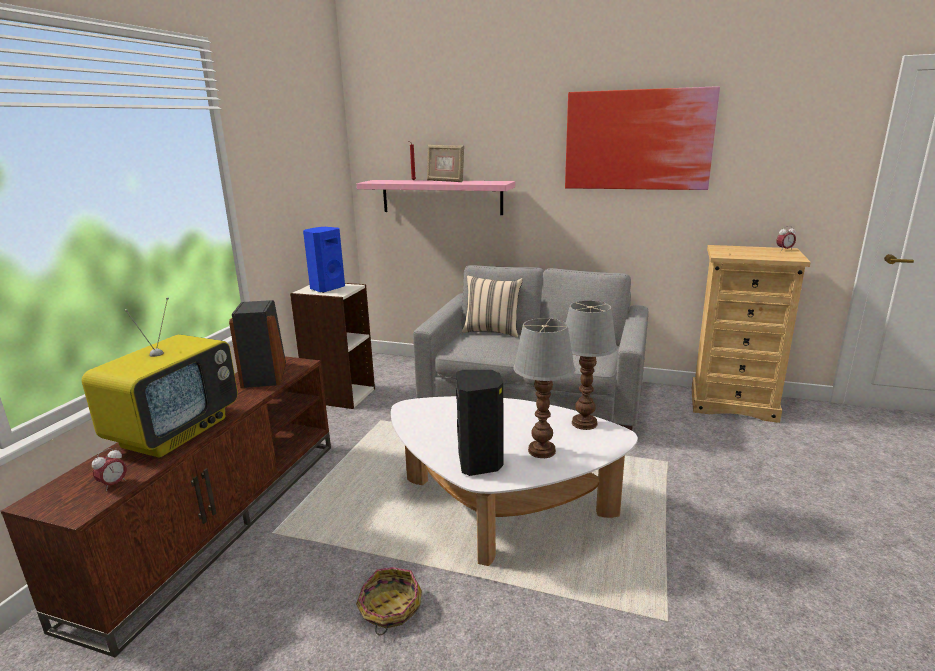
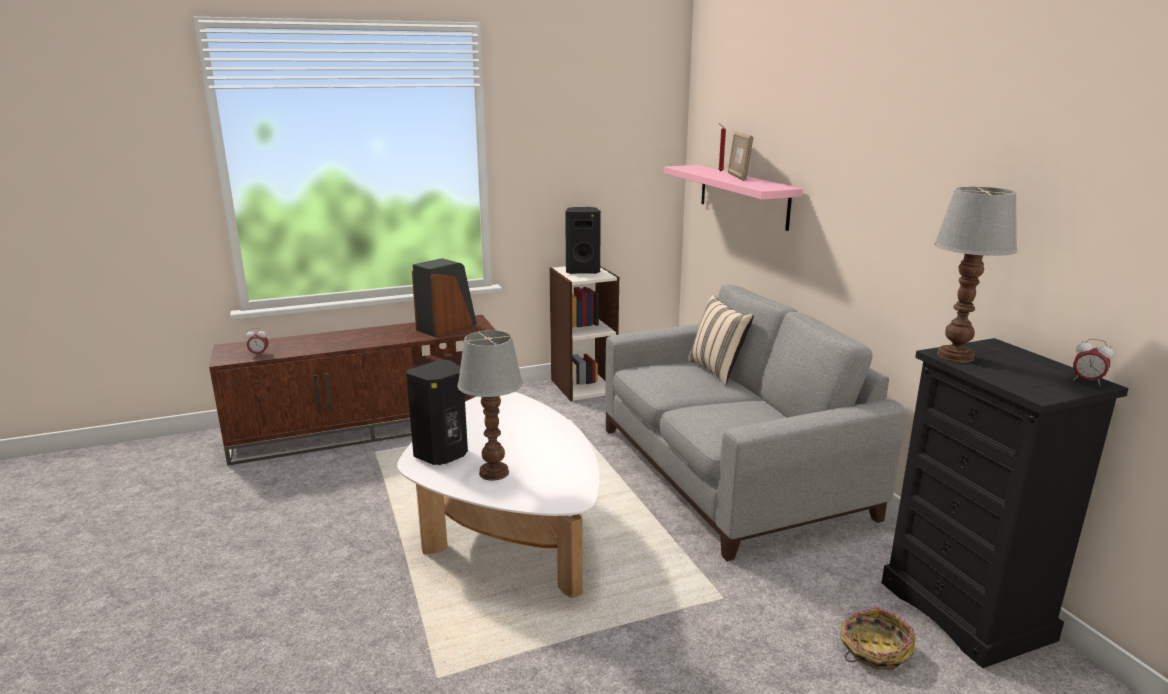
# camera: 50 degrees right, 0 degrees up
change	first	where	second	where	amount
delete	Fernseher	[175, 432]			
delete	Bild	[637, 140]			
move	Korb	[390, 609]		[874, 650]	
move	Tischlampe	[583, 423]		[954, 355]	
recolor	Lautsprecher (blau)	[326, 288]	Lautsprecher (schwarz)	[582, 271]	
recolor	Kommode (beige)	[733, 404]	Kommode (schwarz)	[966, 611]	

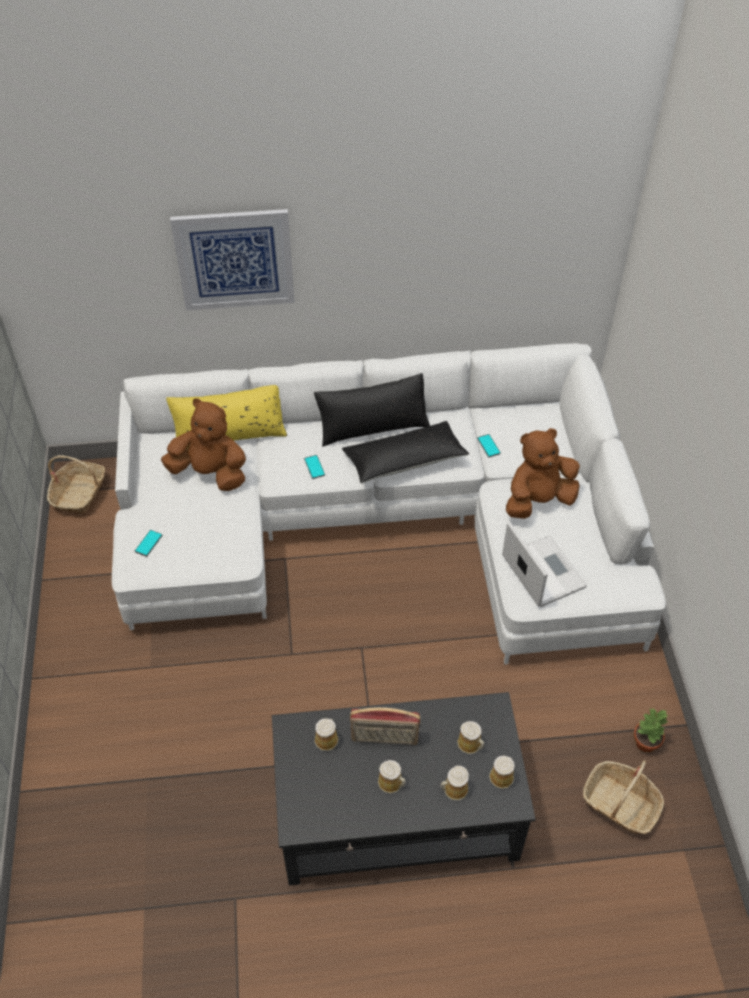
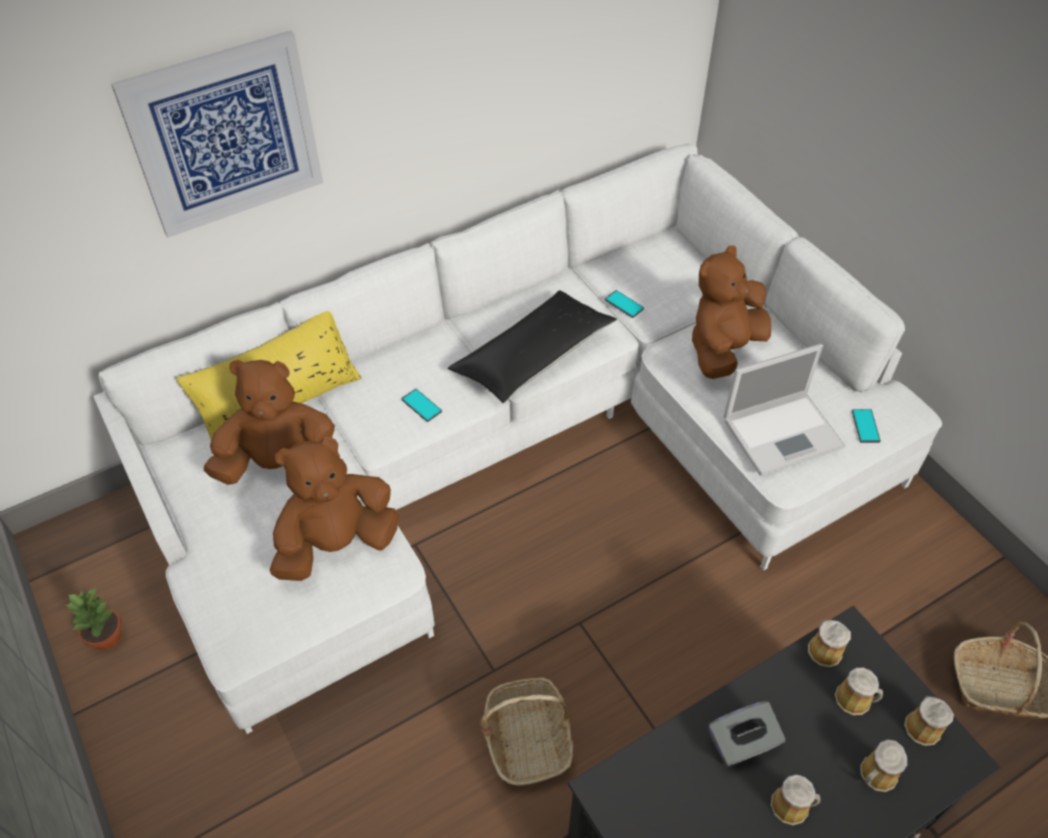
# camera: 25 degrees left, 0 degrees up
change	first	where	second	where	amount
delete	Kissen (schwarz)	[373, 426]			
insert			Plüschtier (braun)	[337, 543]	
move	Korb	[79, 493]		[527, 738]	
move	Handy	[148, 543]		[865, 426]	
move	Henkelbecher	[327, 738]		[823, 649]	
move	Topfpflanze	[646, 743]		[107, 638]	
replace	Radio	[384, 738]	Taschentuchbox (grau)	[742, 744]	
rotate	Laptop	[542, 570]		[784, 432]	120 degrees clockwise

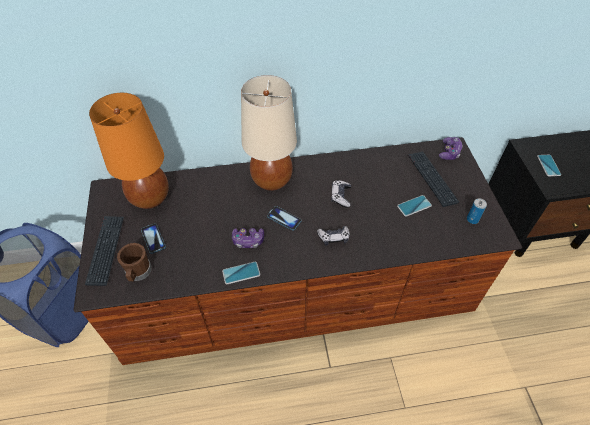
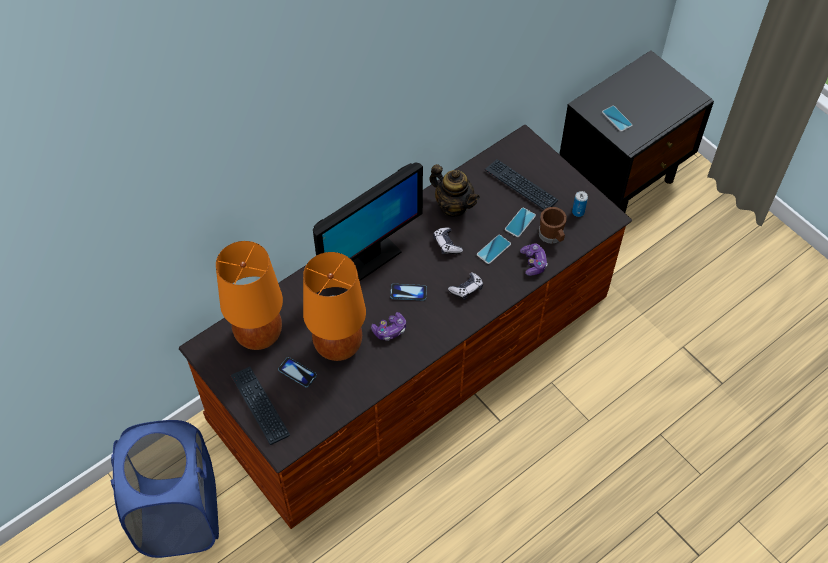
# camera: 30 degrees left, 5 degrees up
change	first	where	second	where	amount
insert			Tischlampe (orange)	[337, 345]	
insert			Teekanne	[453, 206]	
move	Henkelbecher (braun)	[138, 273]		[552, 236]	
move	Handy	[241, 273]		[493, 249]	
move	Gamepad	[449, 152]		[533, 263]	
replace	Tischlampe (beige)	[272, 180]	Monitor	[368, 258]	

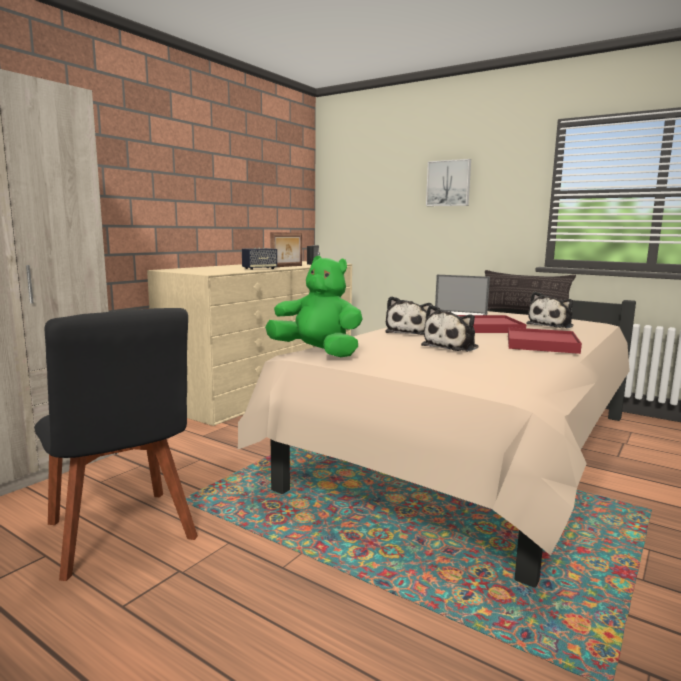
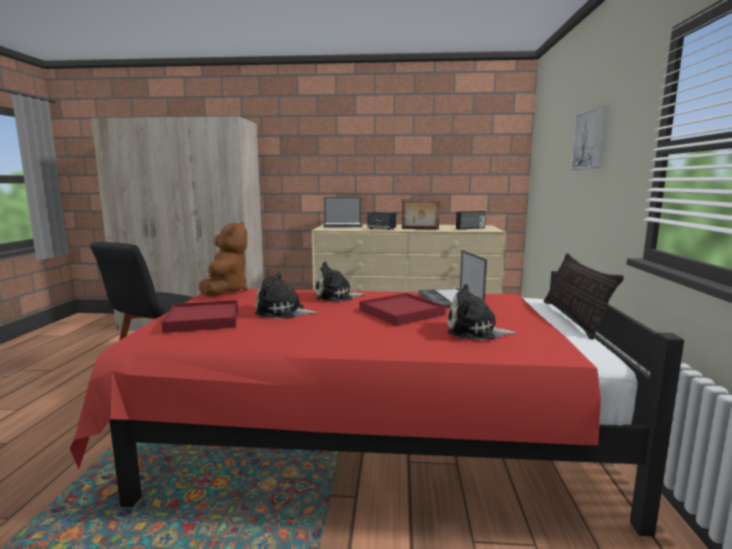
# camera: 60 degrees right, 0 degrees up
change	first	where	second	where	amount
insert			Laptop	[343, 225]	
move	Tablett (rot)	[541, 344]		[203, 320]	
recolor	Bett (beige)	[470, 454]	Bett (rot)	[364, 436]	
recolor	Plüschtier (grün)	[317, 353]	Plüschtier (braun)	[225, 291]	

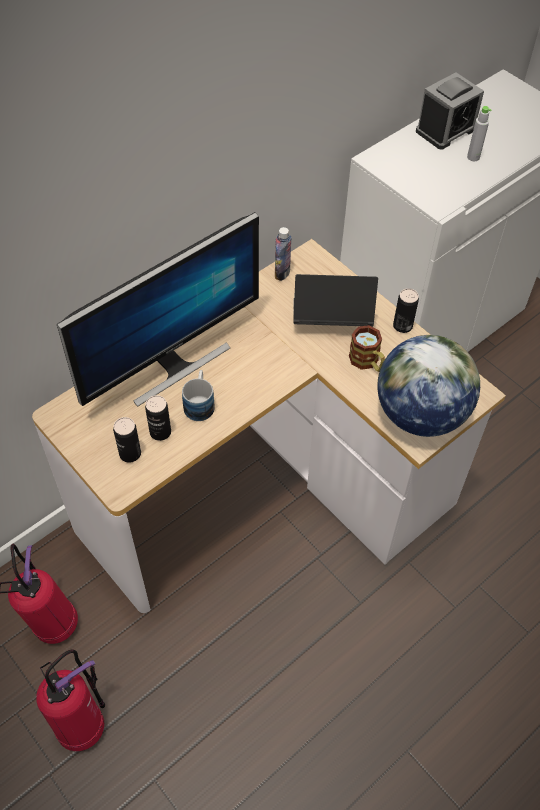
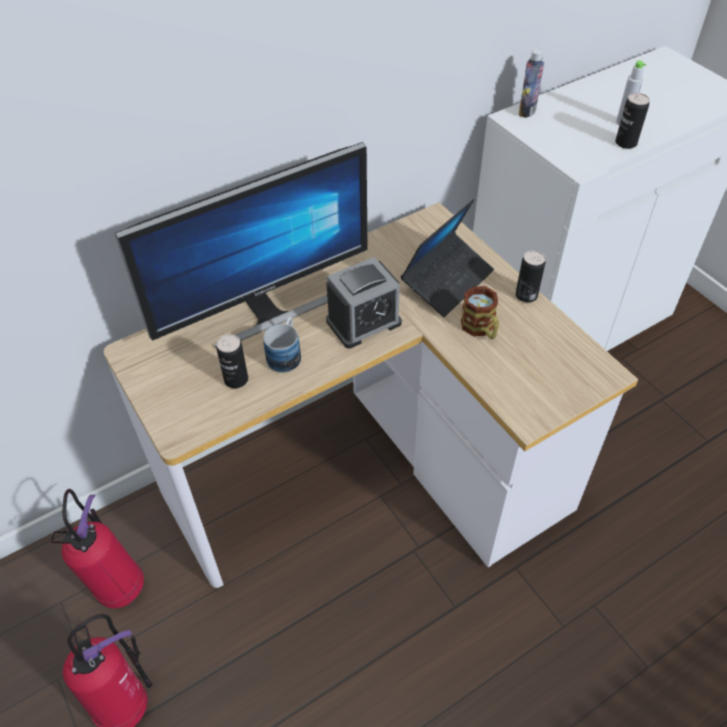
# camera: 10 degrees right, 5 degrees down
change	first	where	second	where	amount
delete	Globus	[420, 414]			
move	Dose	[130, 453]		[626, 143]	
move	Flasche	[282, 273]		[527, 111]	
move	Wecker	[445, 130]		[363, 322]	
rotate	Laptop	[331, 318]		[447, 281]	120 degrees clockwise

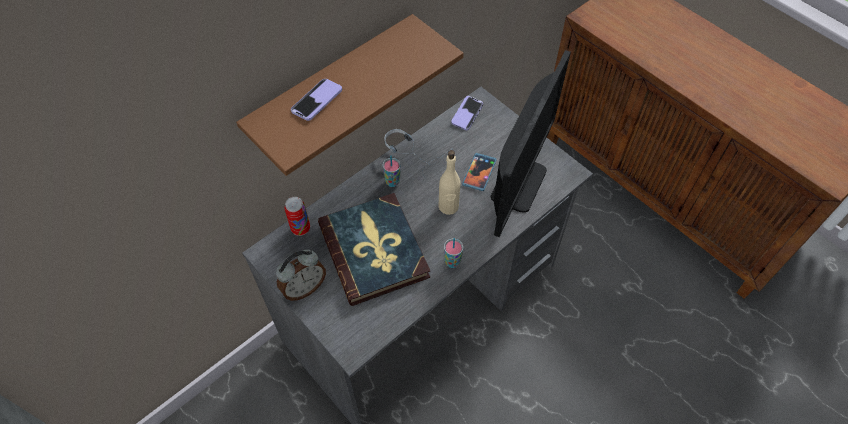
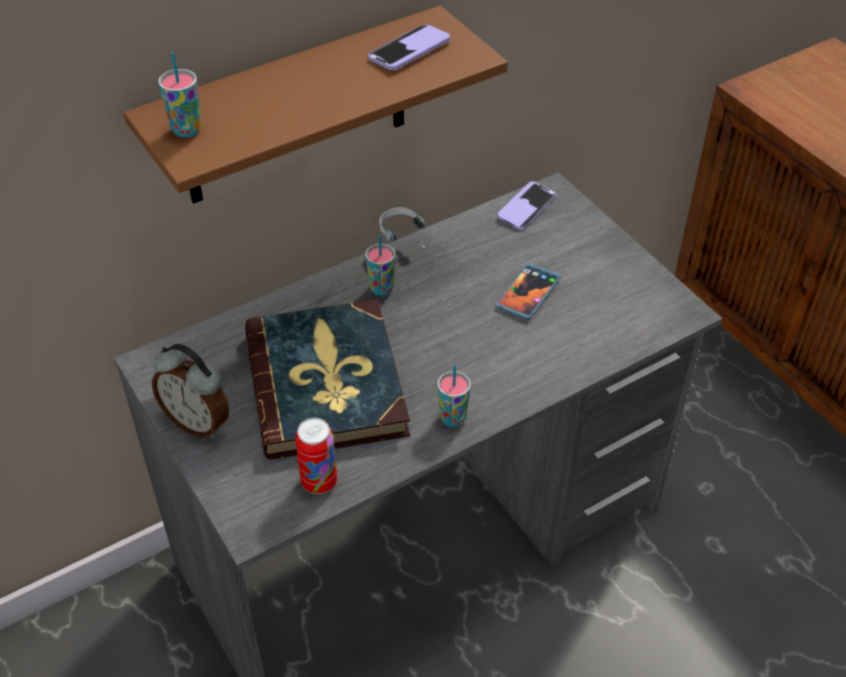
# camera: 10 degrees right, 10 degrees down
change	first	where	second	where	amount
delete	Flasche (beige)	[448, 206]			
delete	Monitor	[518, 183]			
insert			Tasse	[186, 130]	
move	Dose	[300, 228]		[319, 482]	
move	Handy	[317, 101]		[409, 50]	
rotate	Wecker	[304, 288]		[198, 422]	60 degrees clockwise

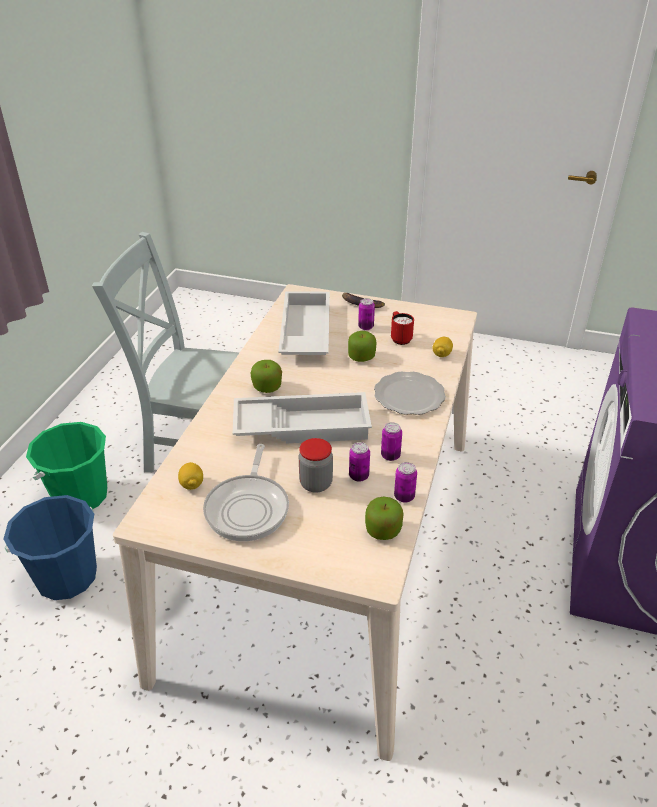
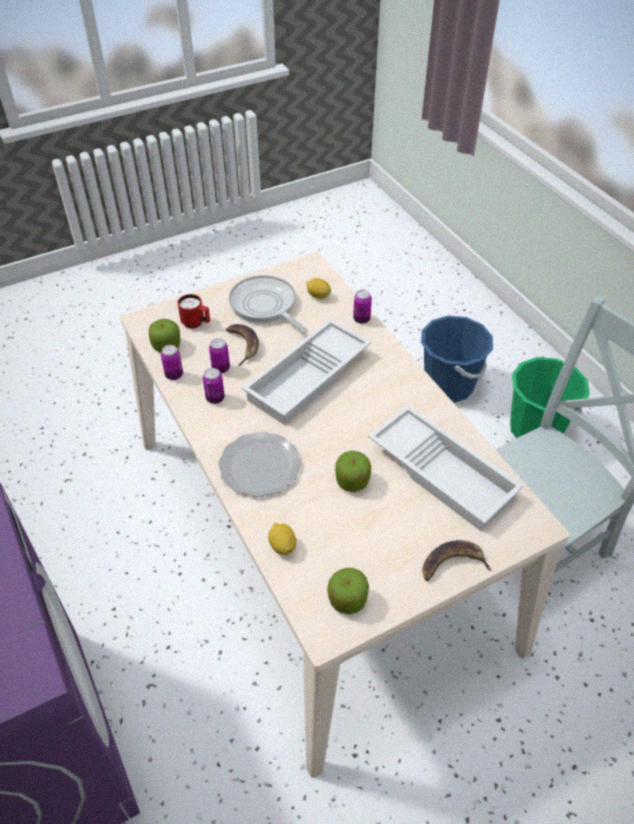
# camera: 135 degrees right, 10 degrees up
change	first	where	second	where	amount
move	Apfel	[267, 387]		[347, 600]	
move	Dose	[366, 327]		[361, 319]	
move	Henkelbecher (rot)	[399, 338]		[196, 323]	
replace	Vorratsglas	[316, 483]	Banane	[243, 345]	

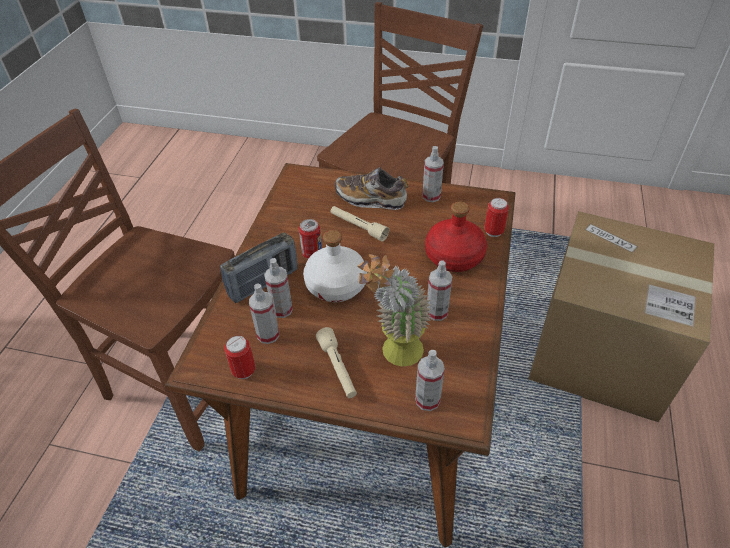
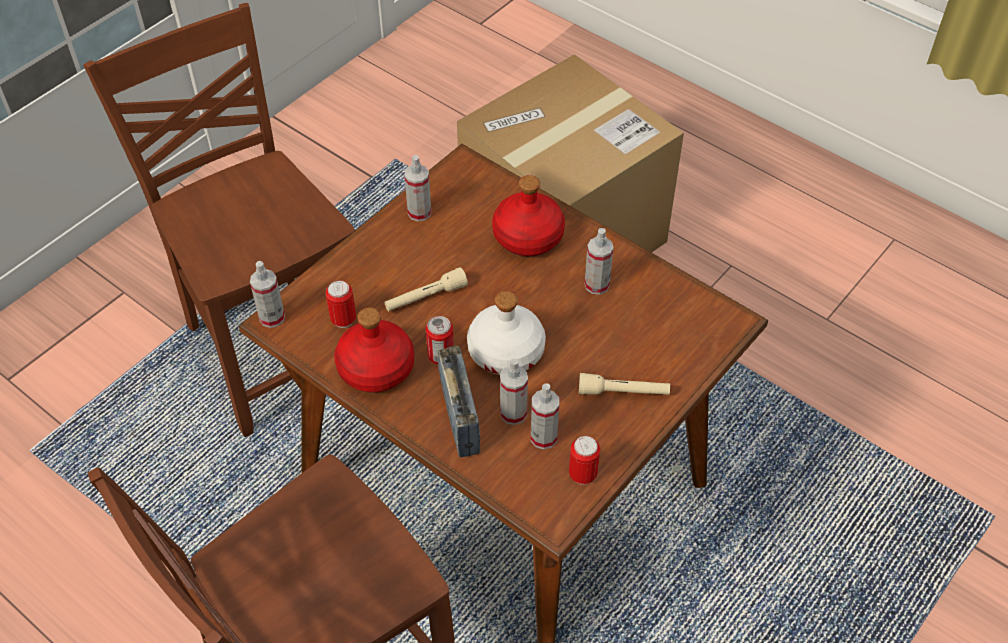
# camera: 65 degrees left, 5 degrees up
change	first	where	second	where	amount
delete	Schuh	[371, 199]			
delete	Topfpflanze	[394, 356]			
insert			Flasche (rot)	[376, 369]	
move	Sprühflasche	[427, 400]		[272, 317]	
move	Dose	[493, 232]		[343, 320]	

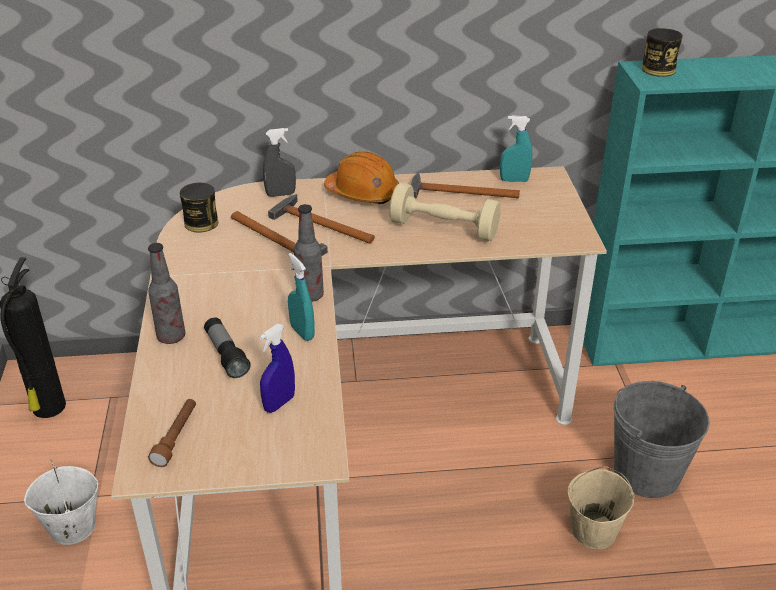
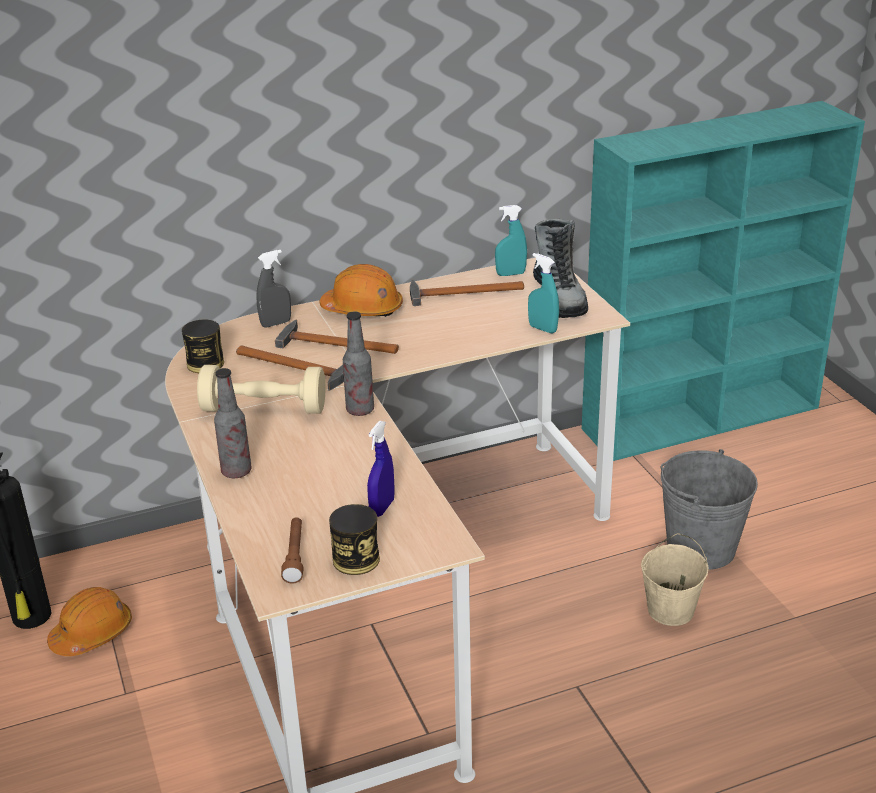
# camera: 15 degrees left, 5 degrees down
change	first	where	second	where	amount
delete	Eimer (weiß)	[72, 527]			
delete	Taschenlampe	[226, 355]			
insert			Schutzhelm (orange)	[92, 634]	
insert			Stiefel	[559, 298]	
move	Sprühflasche (türkis)	[302, 332]		[542, 329]	
move	Hantel (beige)	[444, 228]		[264, 409]	
move	Dose	[658, 69]		[356, 559]	

